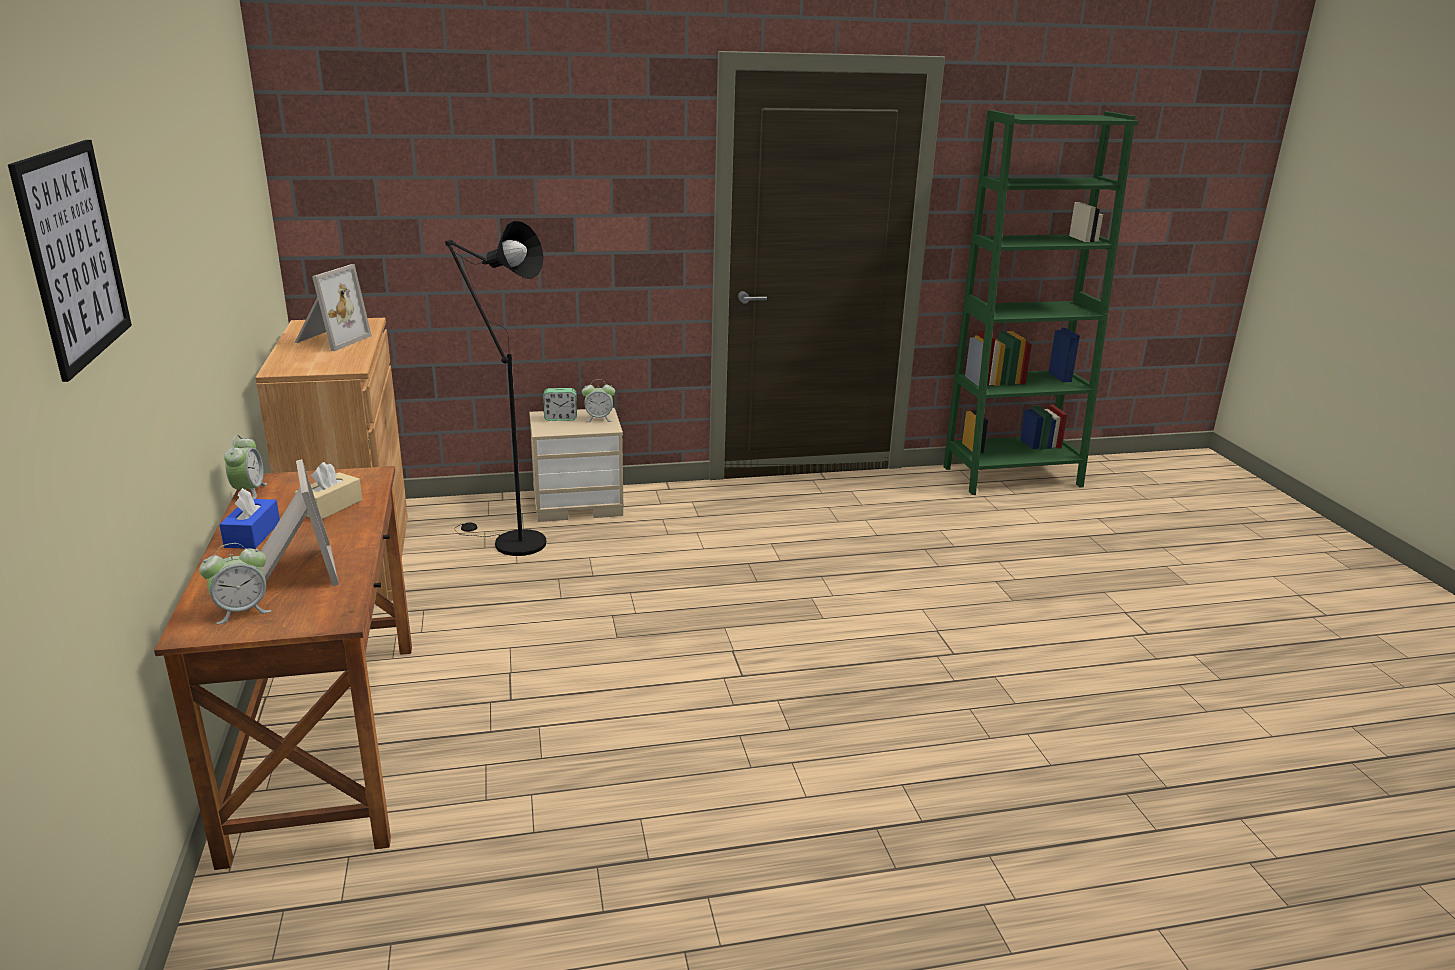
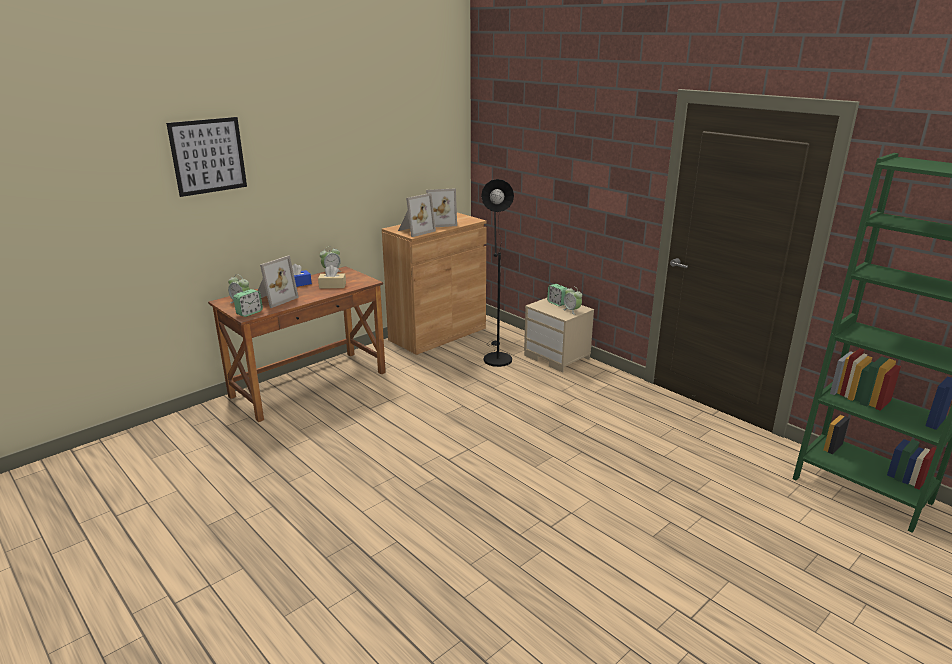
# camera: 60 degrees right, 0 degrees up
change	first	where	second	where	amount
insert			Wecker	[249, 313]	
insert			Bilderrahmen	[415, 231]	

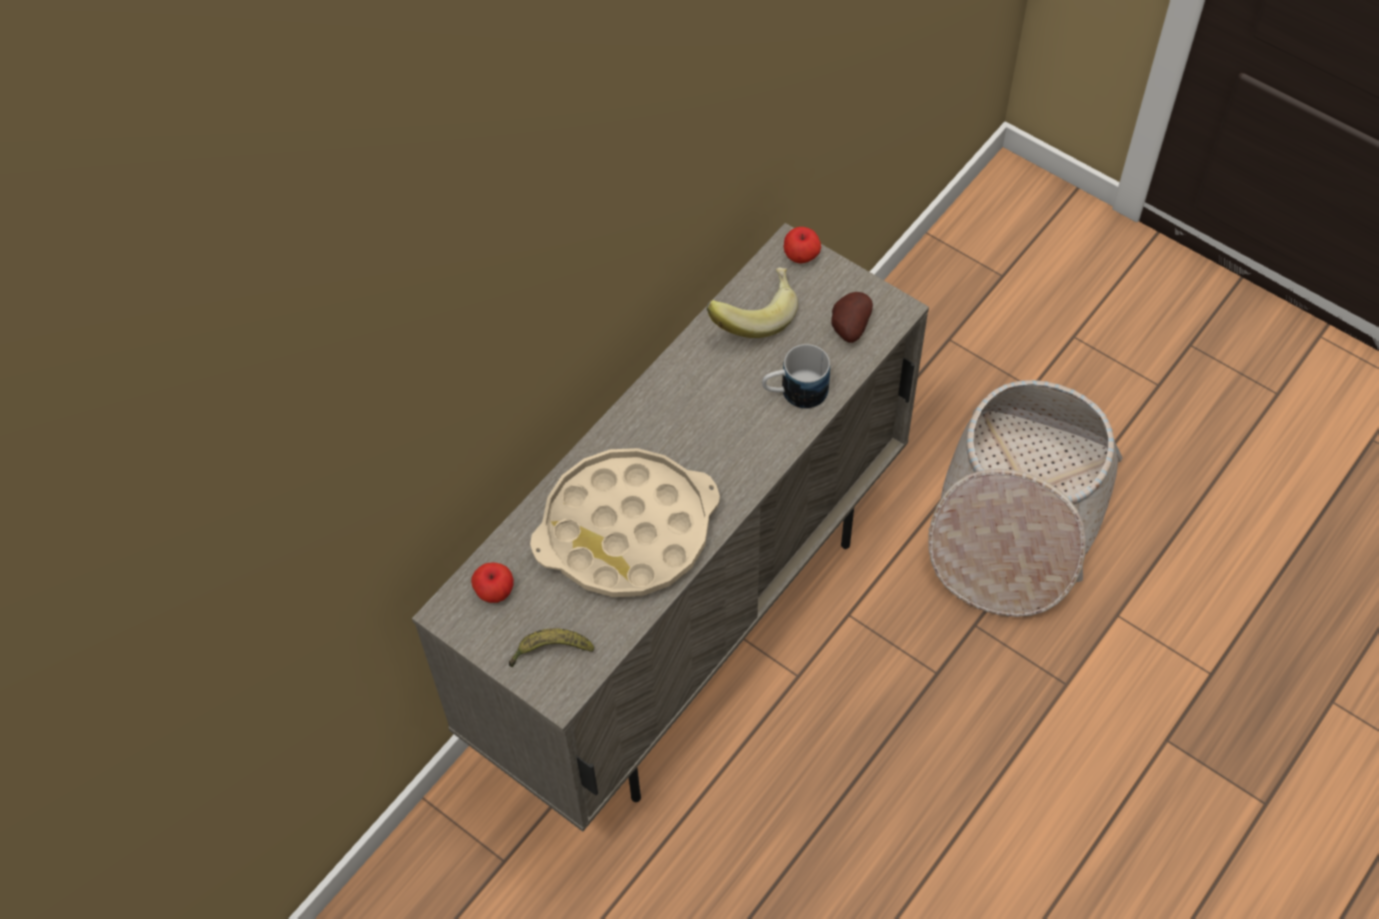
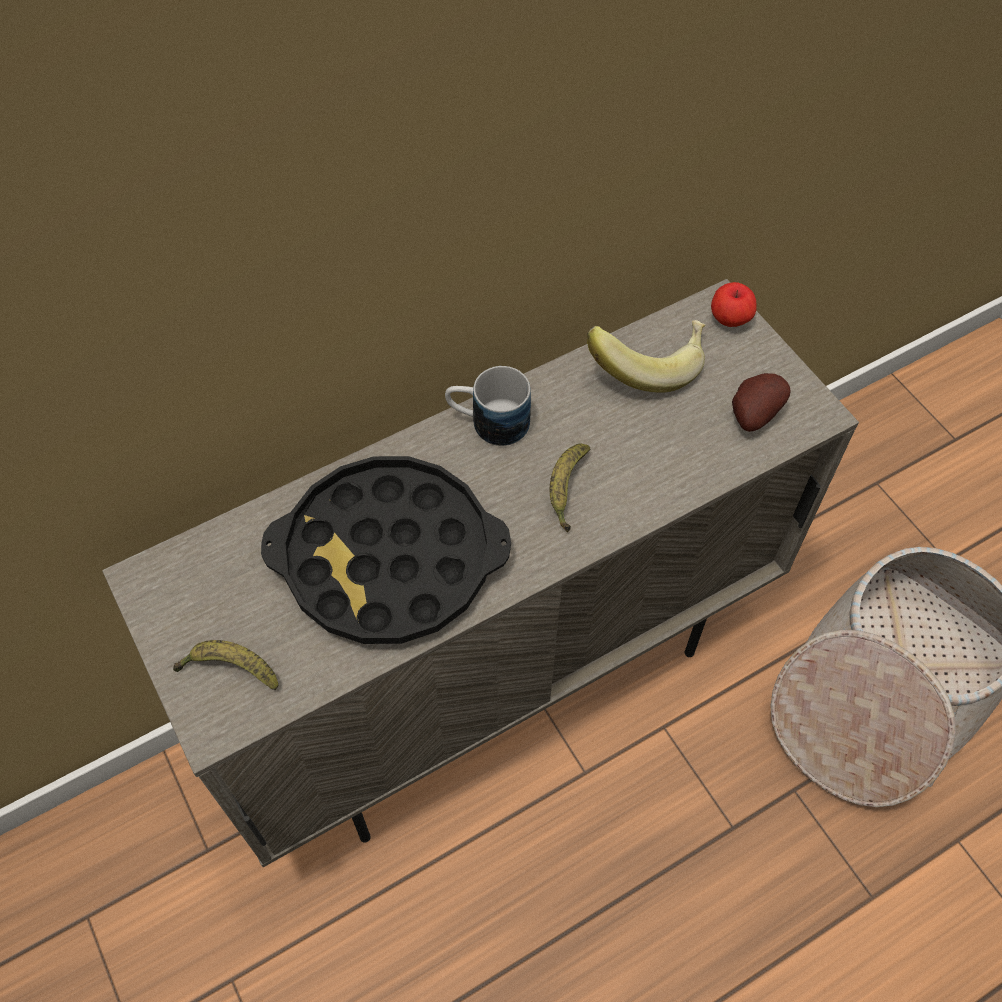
# camera: 20 degrees right, 0 degrees up
change	first	where	second	where	amount
delete	Apfel	[494, 591]			
insert			Banane	[566, 490]	
move	Henkelbecher	[794, 393]		[488, 422]	
recolor	Tablett (beige)	[627, 531]	Tablett (schwarz)	[389, 558]	

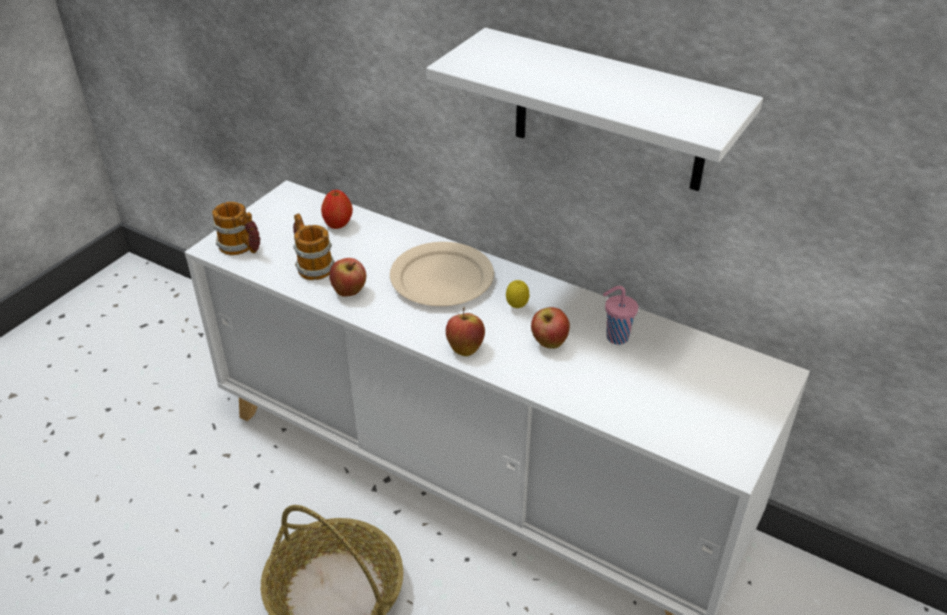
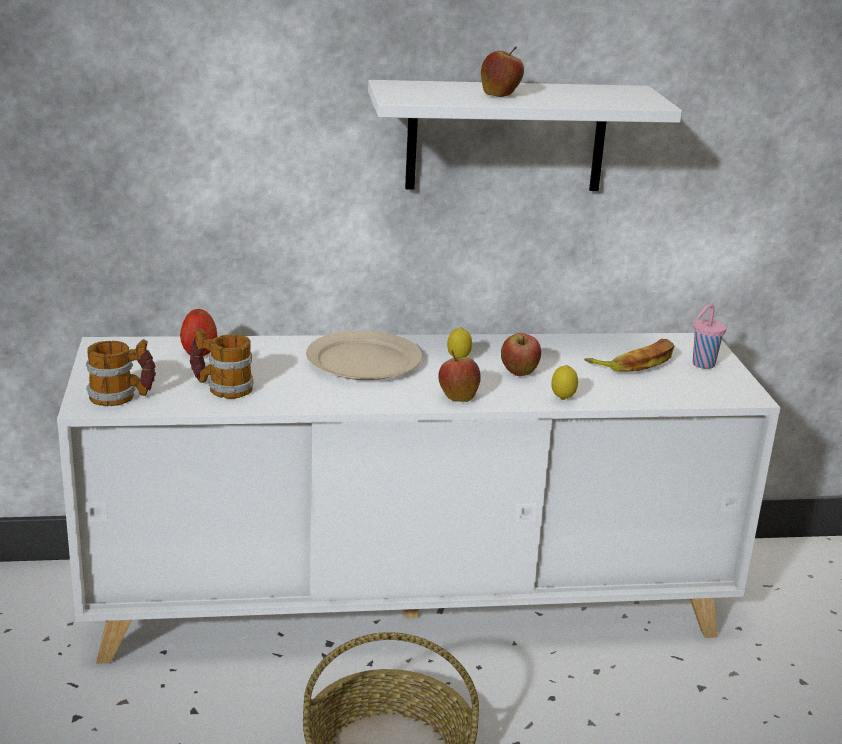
# camera: 40 degrees left, 15 degrees down
change	first	where	second	where	amount
insert			Zitrone	[562, 399]	
insert			Banane	[634, 363]	
move	Apfel	[349, 292]		[500, 95]	
move	Tasse (rosa)	[615, 337]		[702, 364]	

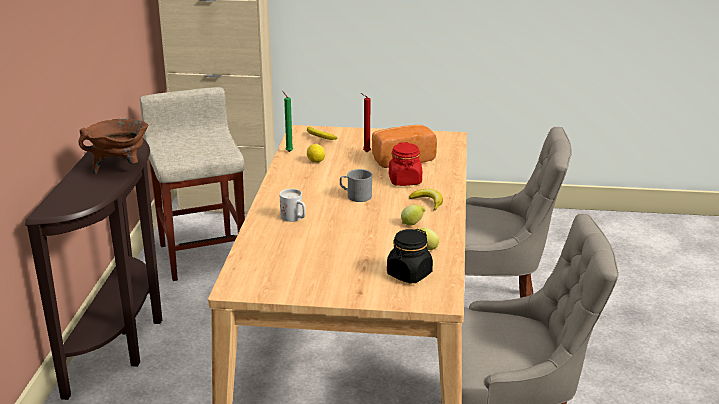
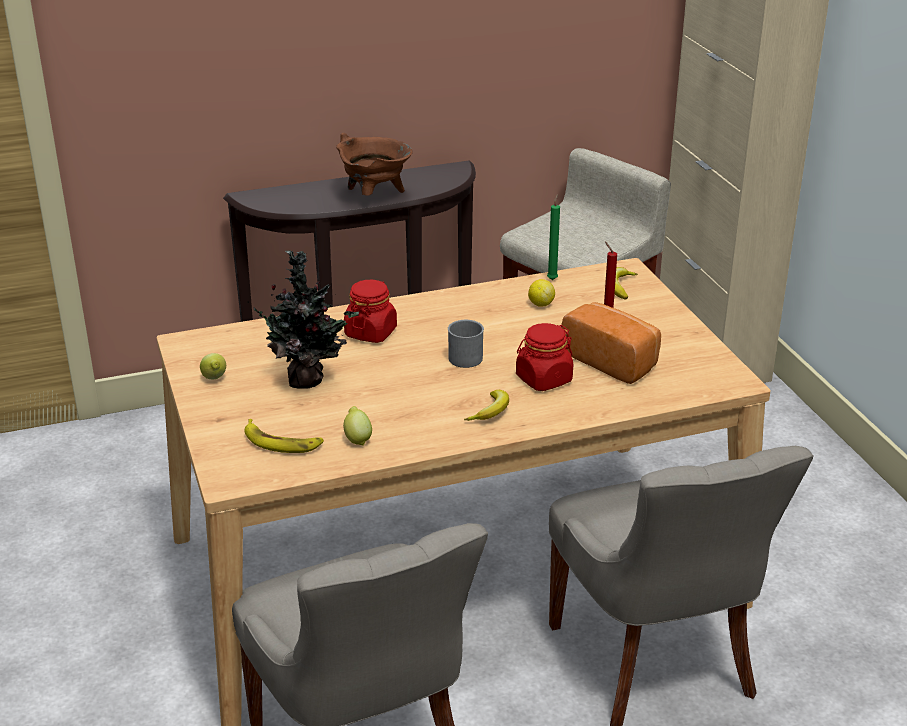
# camera: 65 degrees right, 5 degrees up
change	first	where	second	where	amount
insert			Topfpflanze	[308, 380]	
move	Zitrone	[412, 224]		[214, 379]	
replace	Henkelbecher (weiß)	[294, 218]	Vorratsglas (rot)	[371, 332]	
replace	Vorratsglas (schwarz)	[409, 274]	Banane	[281, 442]	

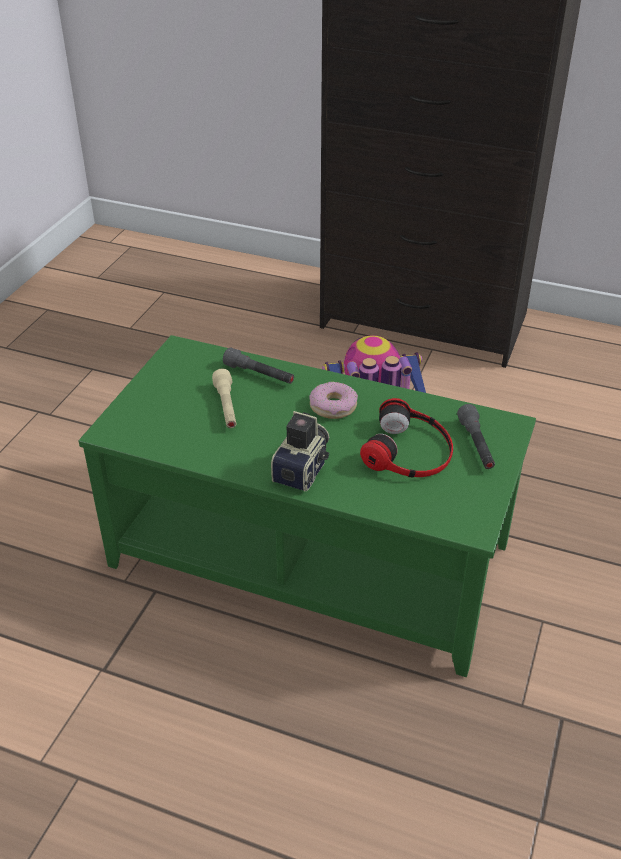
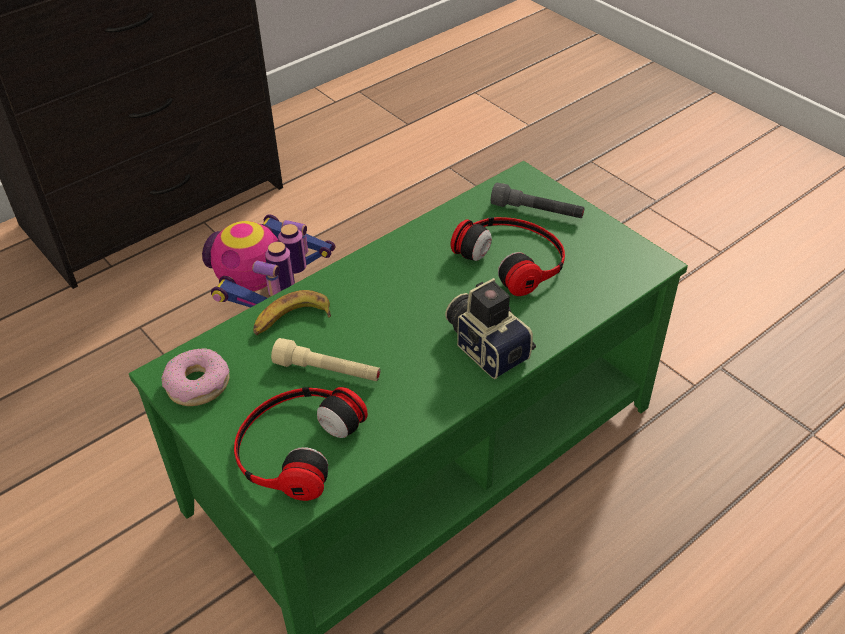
# camera: 60 degrees left, 5 degrees up
change	first	where	second	where	amount
insert			Kopfhörer	[295, 445]	
move	Donut	[333, 406]		[198, 384]	
replace	Taschenlampe (grau)	[259, 375]	Banane	[291, 320]	

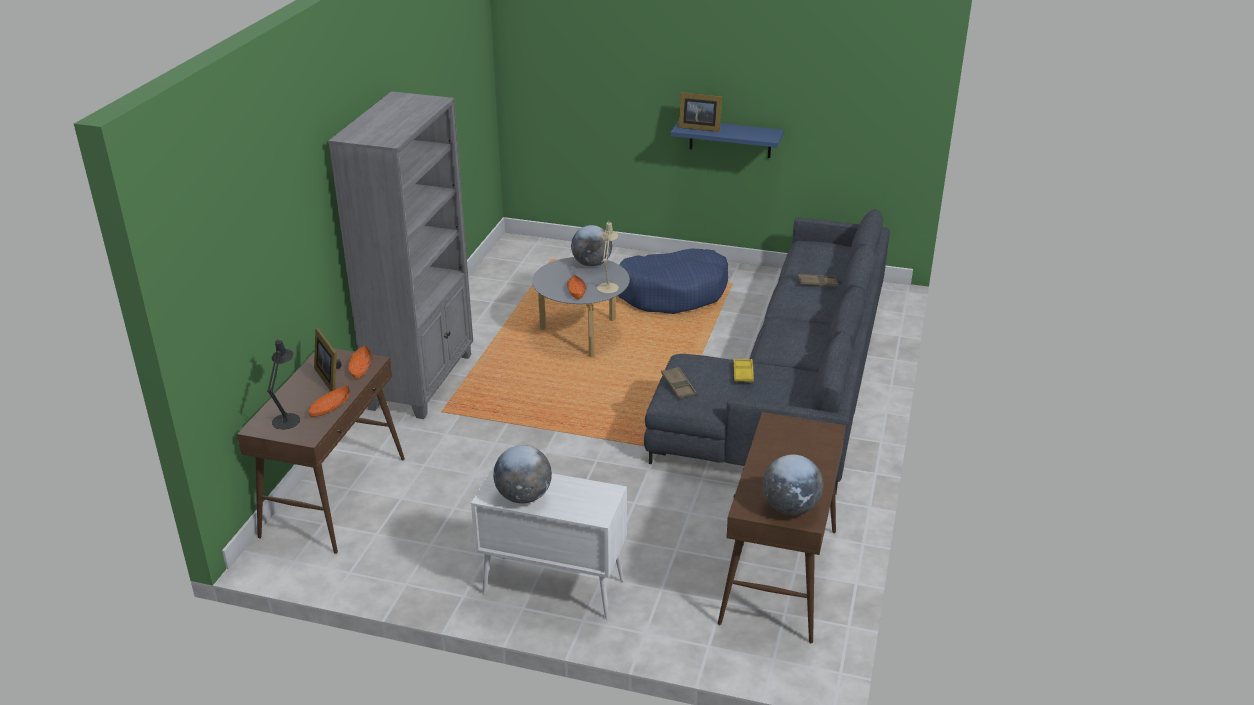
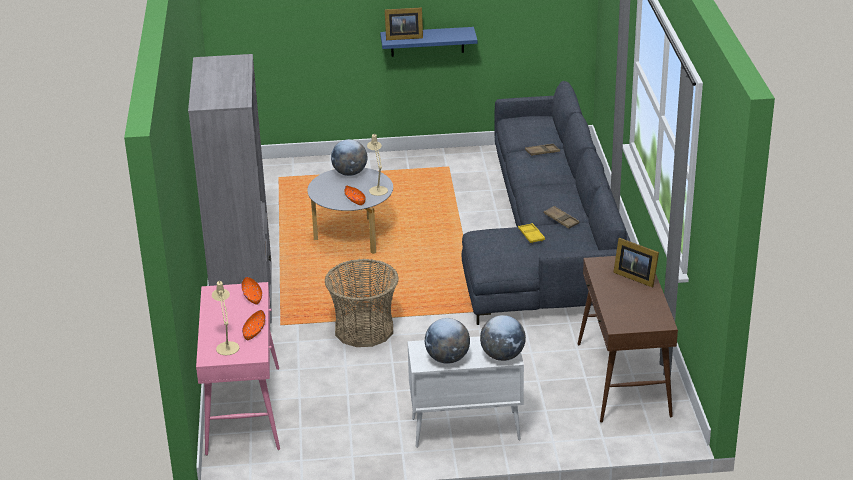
# camera: 20 degrees left, 0 degrees up
change	first	where	second	where	amount
delete	Hundebett (blau)	[672, 293]			
insert			Korb	[364, 329]	
move	Bilderrahmen	[330, 378]		[634, 276]	
move	Tablett (braun)	[678, 386]		[561, 220]	
move	Globus	[790, 508]		[502, 356]	
recolor	Konsolentisch (braun)	[334, 496]	Konsolentisch (rosa)	[243, 410]	
recolor	Tischlampe (schwarz)	[287, 418]	Tischlampe (beige)	[227, 346]	

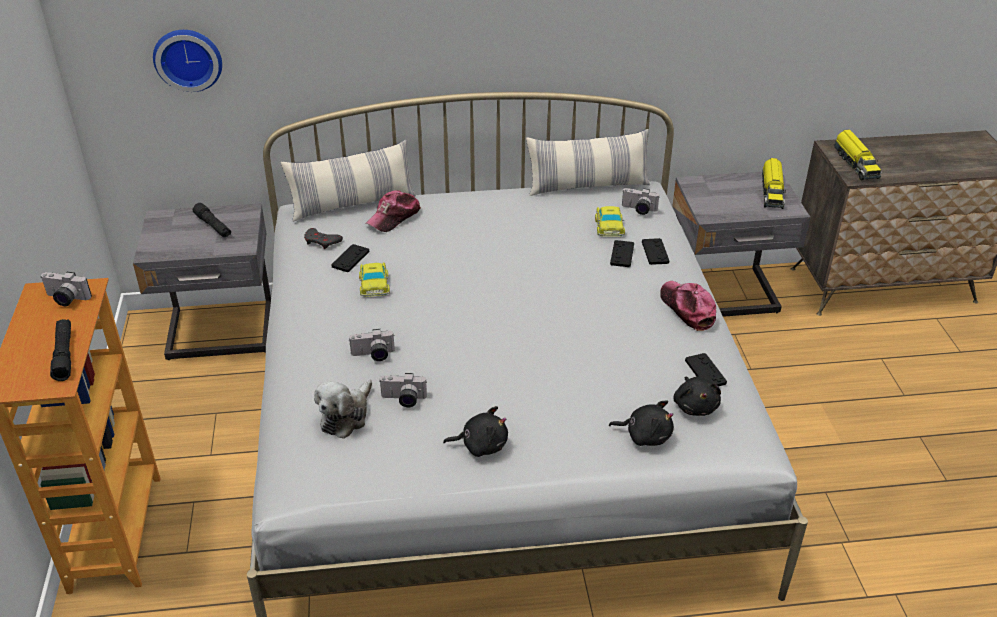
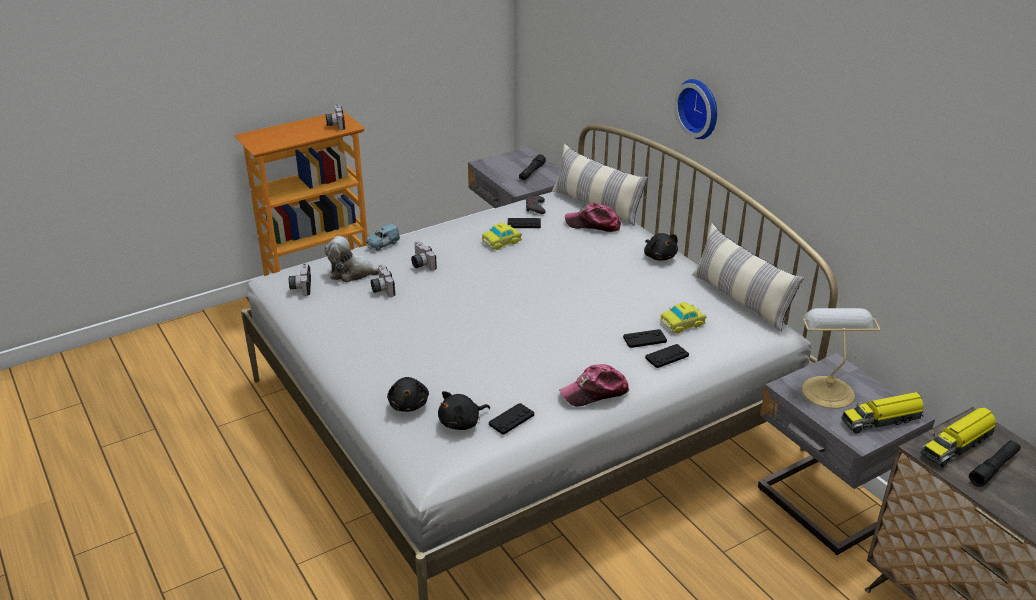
# camera: 65 degrees right, 5 degrees down
change	first	where	second	where	amount
insert			Spielzeugauto (blau)	[382, 244]	
insert			Tischlampe	[826, 390]	
move	Taschenlampe (schwarz)	[64, 355]		[993, 468]	
move	Wanduhr	[188, 58]		[700, 108]	
move	Plüschtier (schwarz)	[481, 445]		[659, 256]	
move	Kamera	[638, 210]		[300, 286]	
rotate	Kappe	[687, 309]		[595, 392]	150 degrees counterclockwise

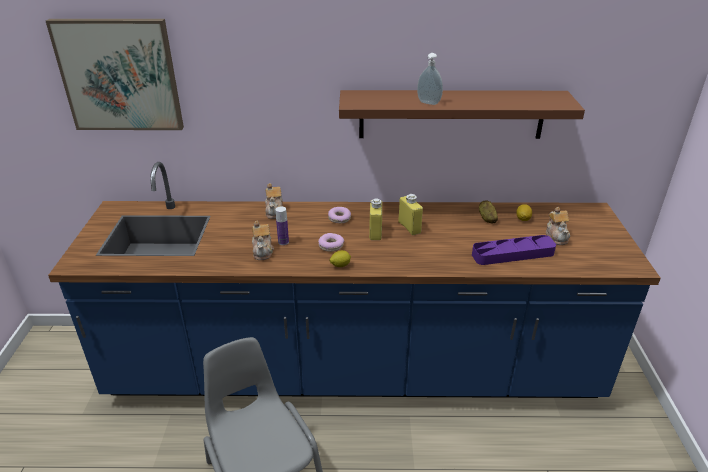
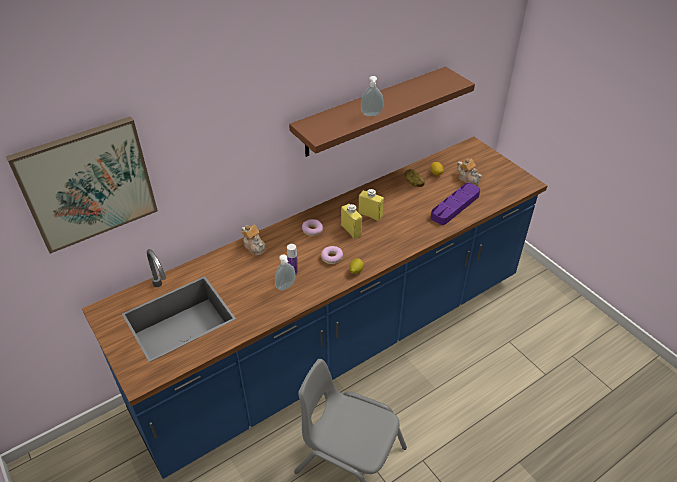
# camera: 35 degrees left, 10 degrees up
change	first	where	second	where	amount
replace	Teekanne	[263, 251]	Seifenspender	[286, 287]	

